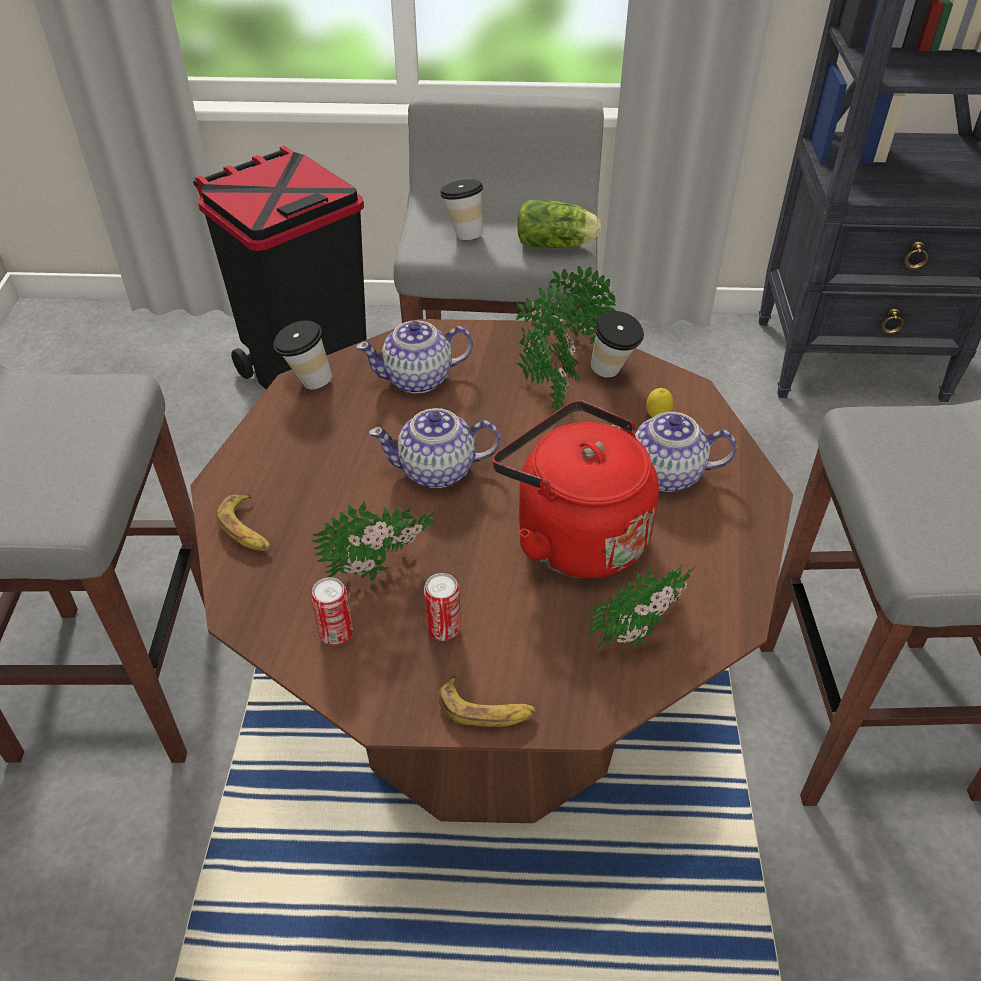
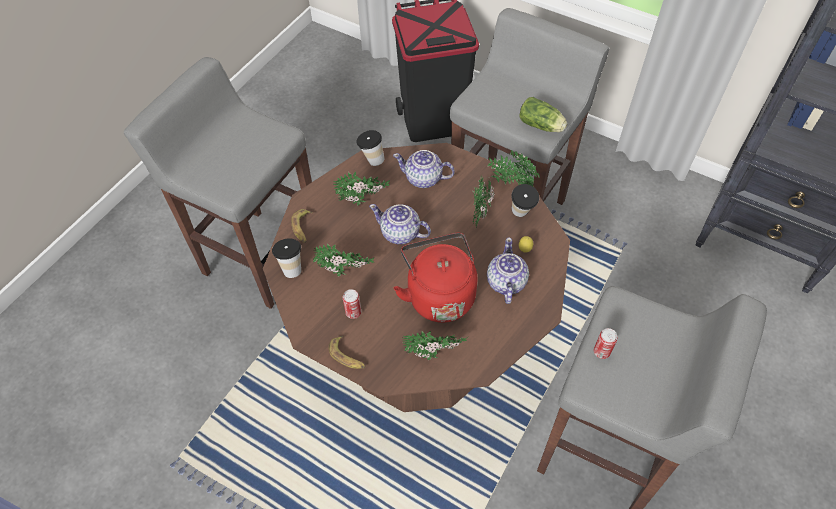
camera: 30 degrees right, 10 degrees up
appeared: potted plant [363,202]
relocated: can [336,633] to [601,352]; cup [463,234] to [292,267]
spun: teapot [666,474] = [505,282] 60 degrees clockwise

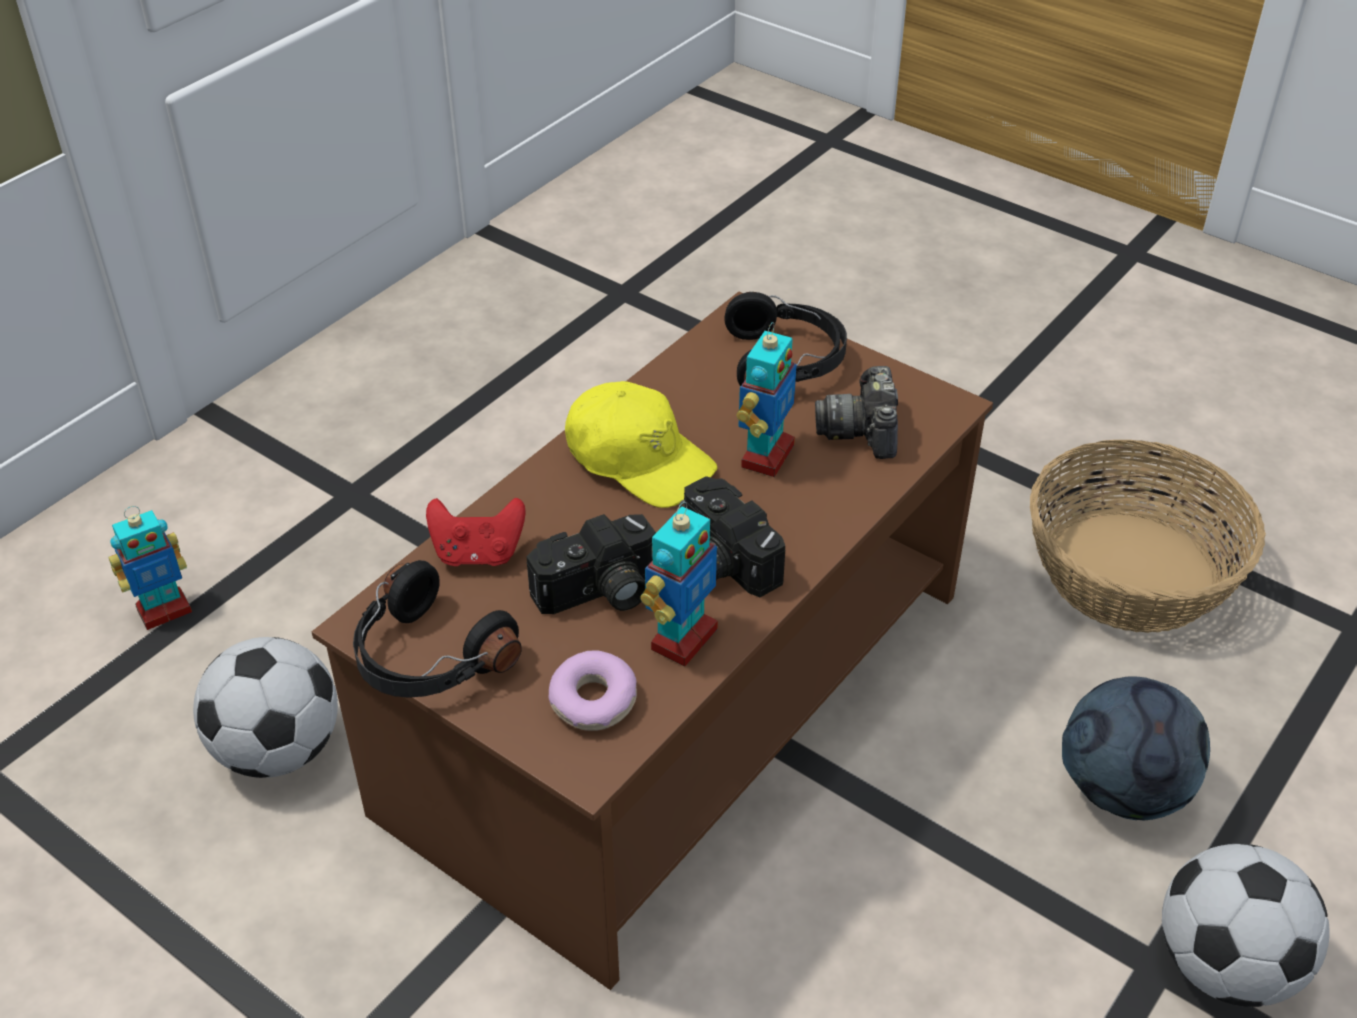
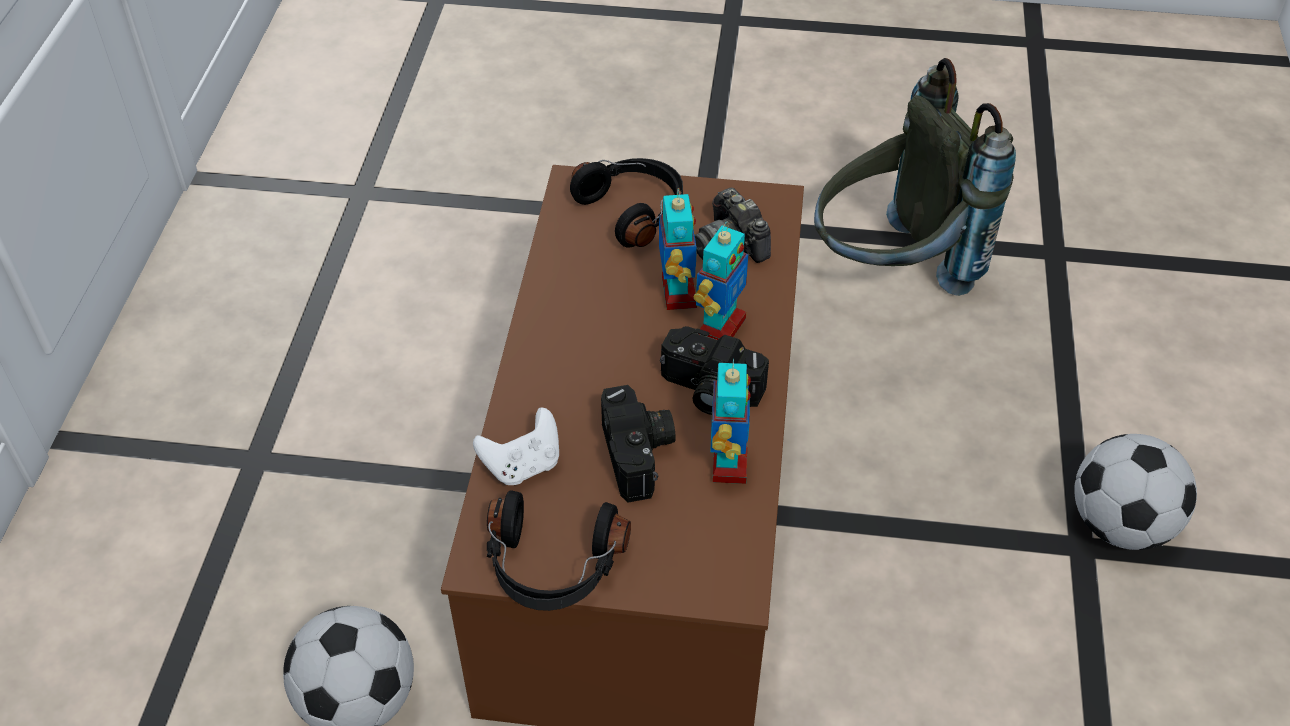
camera: 30 degrees left, 5 degrees up
missing: donut [593,701]; cap in yellow [639,460]; football [1122,791]
relocated: toy robot [164,610] to [720,327]
exchanged: basket [1131,572] to backpack in grey [890,272]
colour: game controller in red [478,554] to game controller in white [523,465]
spun: photo camera [599,593] = [640,455] 45 degrees counterclockwise

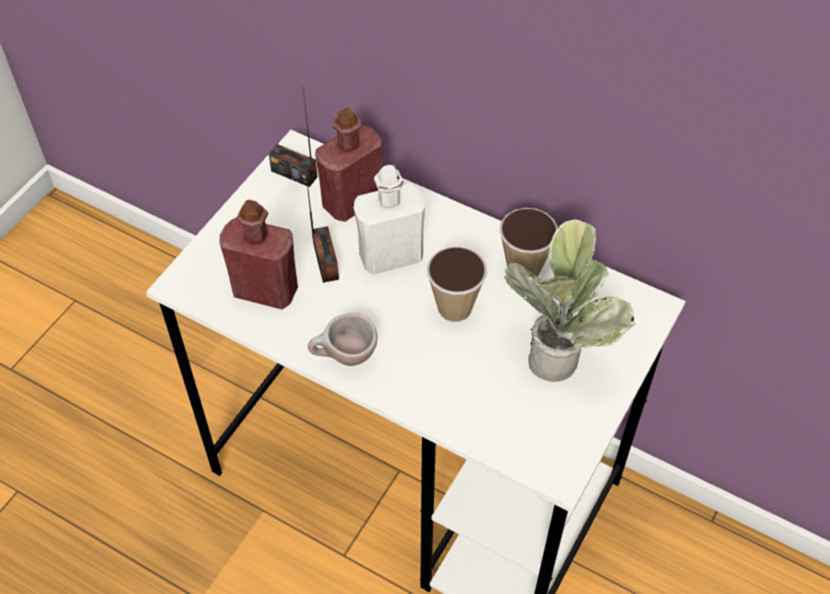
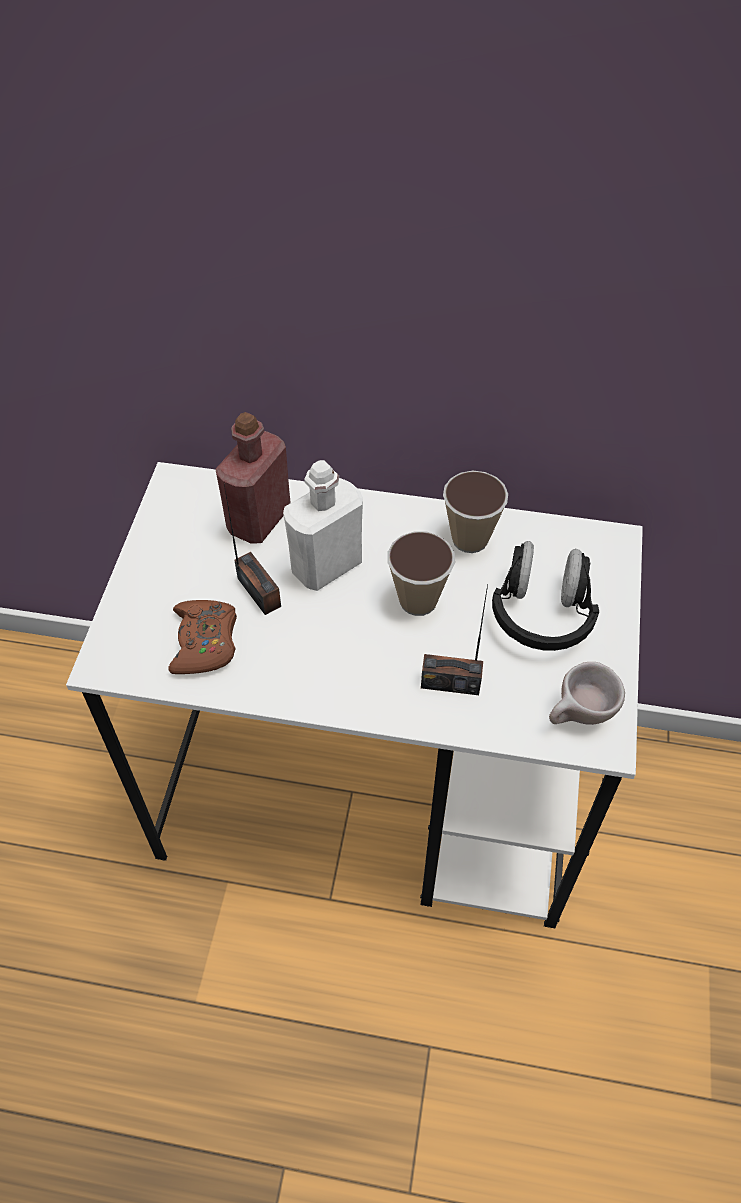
camera: 20 degrees left, 0 degrees up
relocated: radio [294,173] to [450,682]; cup in beige [344,358] to [578,717]
exchanged: bottle in red [265,290] to game controller in brown [204,642]; potted plant [556,350] to headphones in black [542,614]

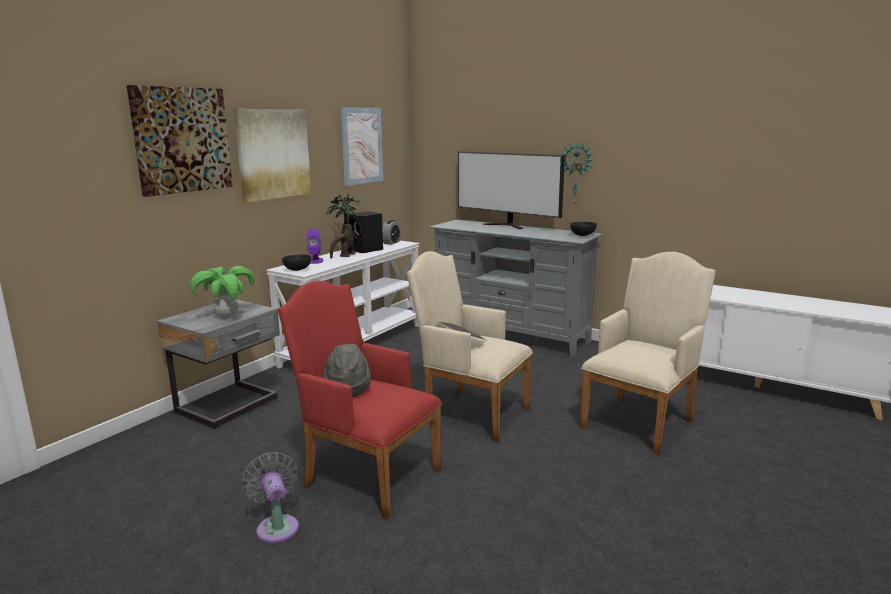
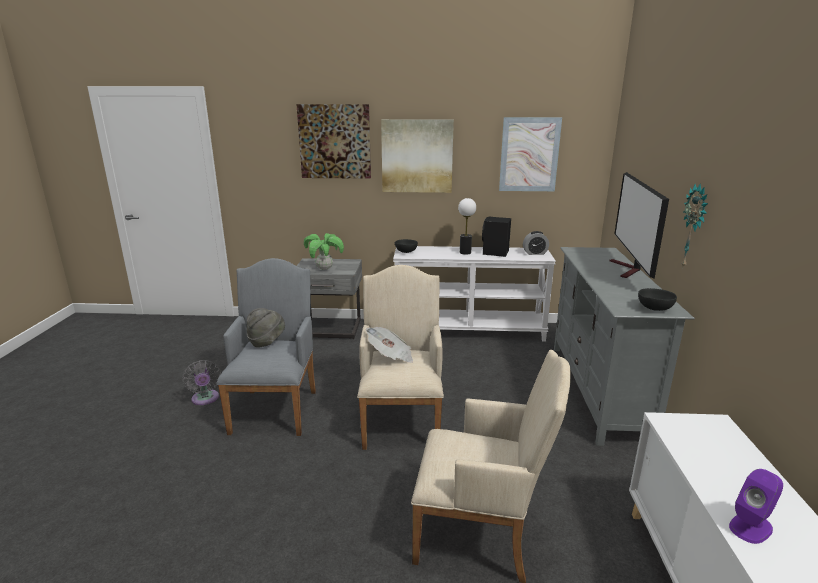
camera: 60 degrees right, 5 degrees up
relocated: speaker in purple [315,261] to [751,527]
exchanged: potted plant [345,256] to table lamp [465,252]
colour: armchair in red [366,475] to armchair in grey [276,407]
spun: fan in grey [277,526] = [205,399] 120 degrees clockwise

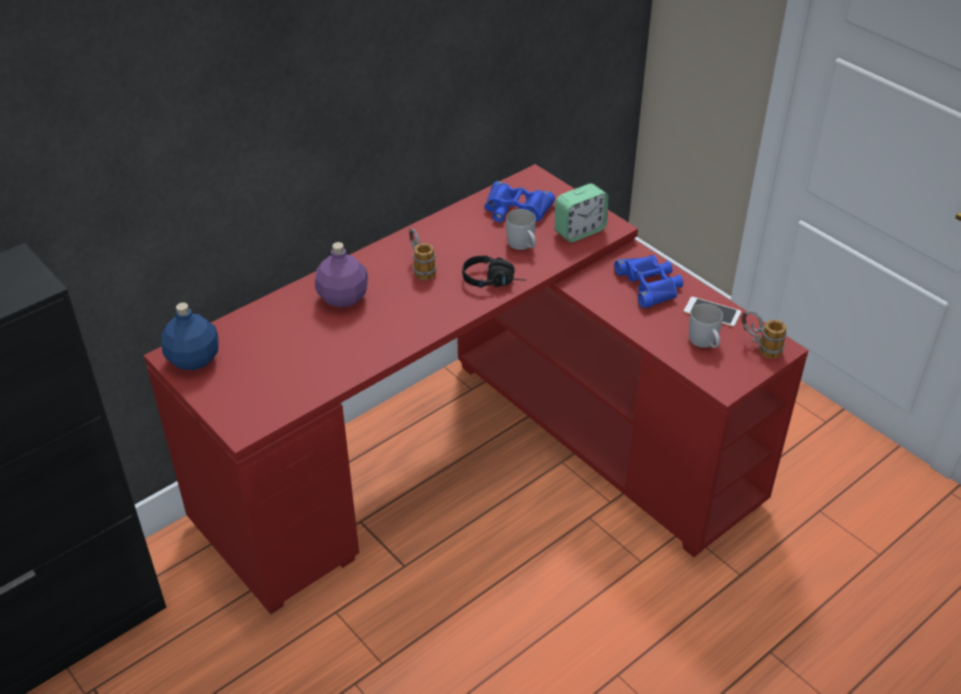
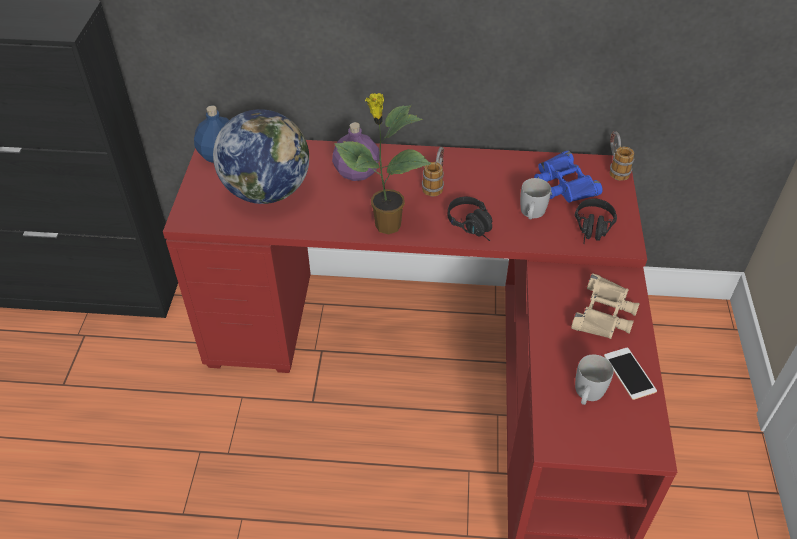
camera: 45 degrees right, 5 degrees up
appeared: globe [267,191]; potted plant [386,225]
relocated: mug [759,347] to [615,168]
exchanged: alarm clock [579,231] to headphones in black [593,231]
colour: binoculars in blue [650,285] to binoculars in beige [605,314]

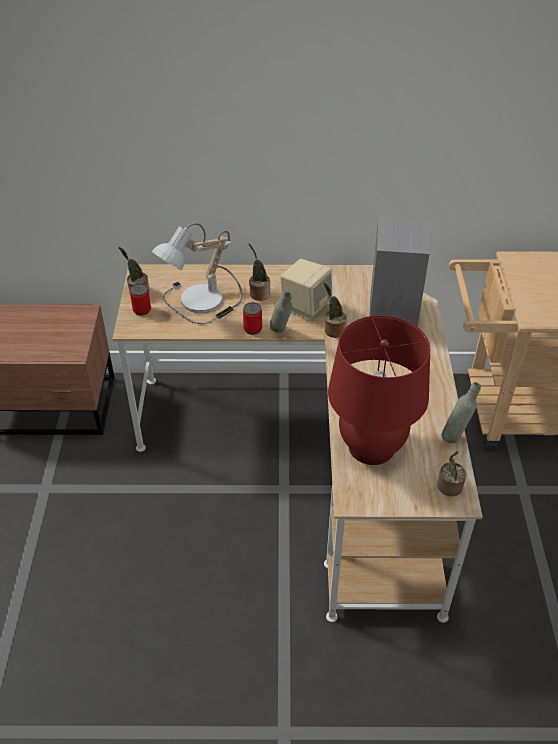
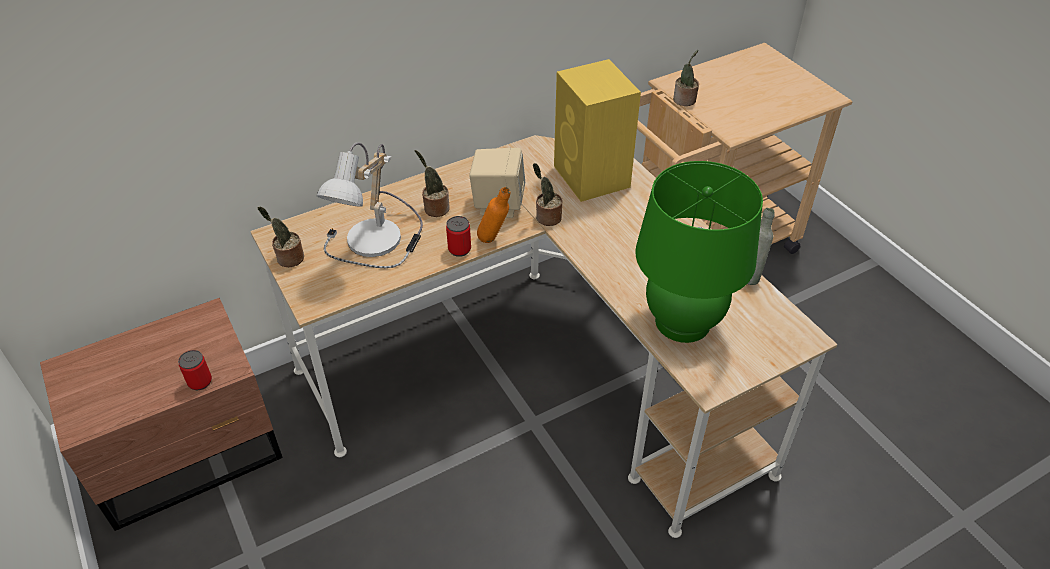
camera: 30 degrees left, 0 degrees up
relocated: can [142,310] to [200,382]; potted plant [449,487] to [685,101]
colour: bottle in grey [281,333] to bottle in orange [494,242]; table lamp in red [371,446] to table lamp in green [682,322]; speaker in grey [393,313] to speaker in yellow [592,177]

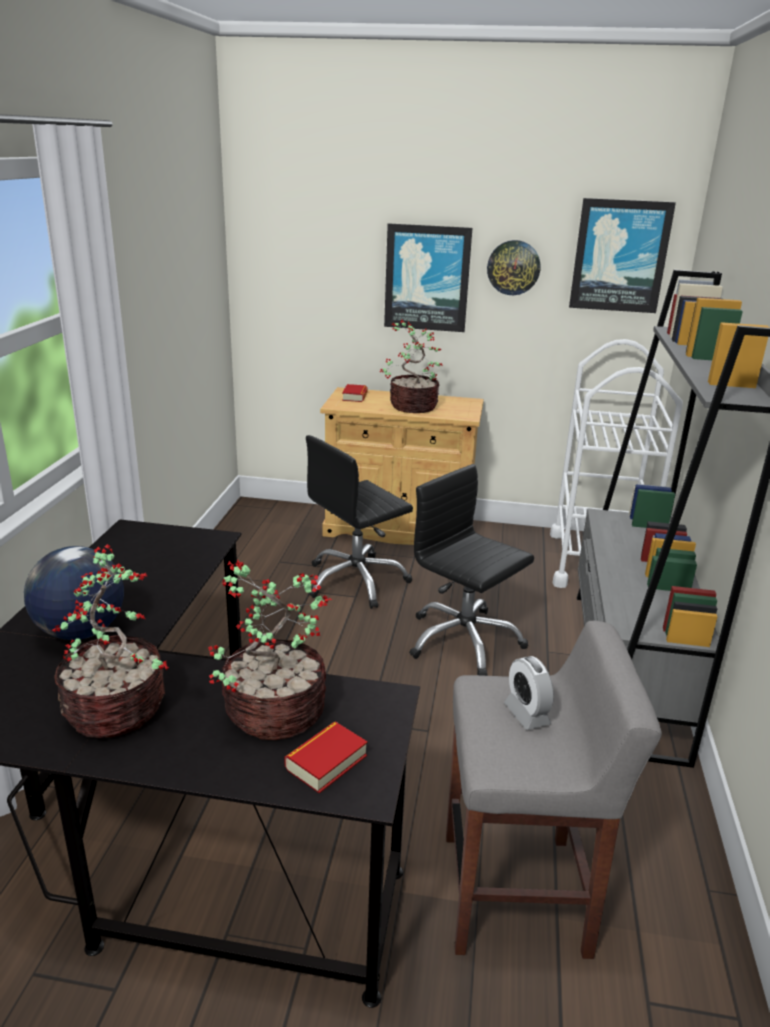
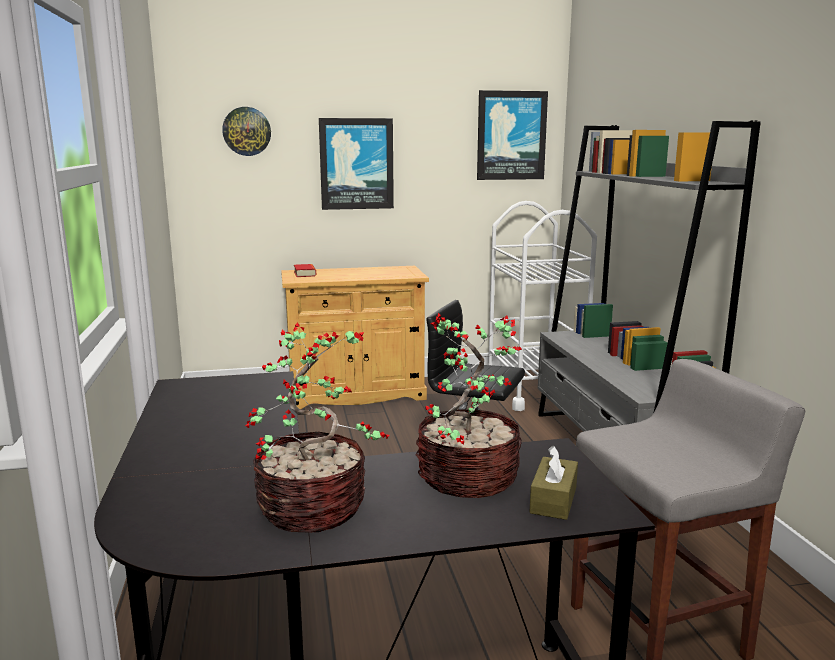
camera: 20 degrees left, 10 degrees down
missing: globe [80,631]; office chair in black [356,581]; potted plant [411,406]; alarm clock [526,714]
relocated: wall clock [513,267] to [247,131]
exchanged: book [326,762] to tissue box in brown [553,500]

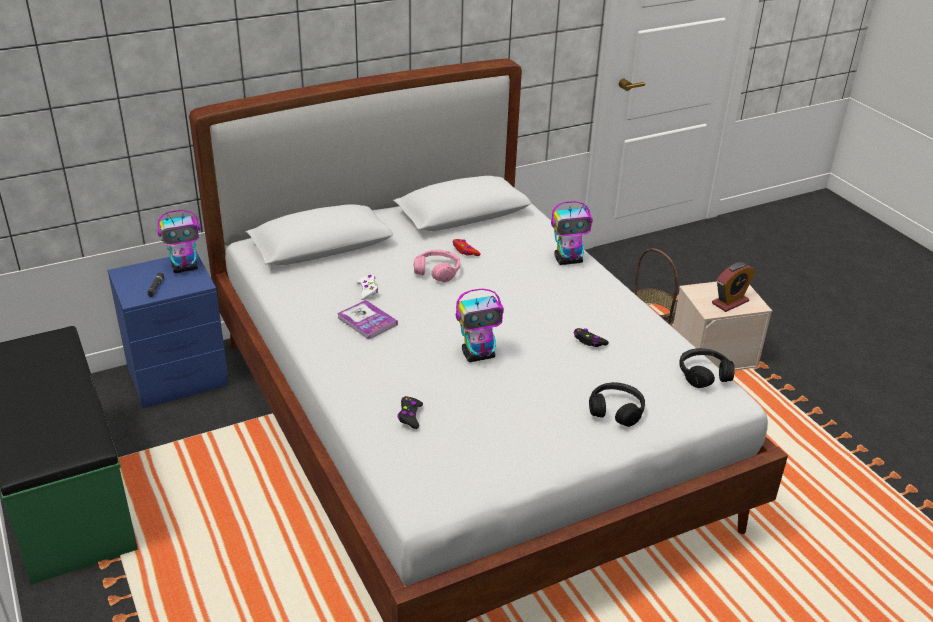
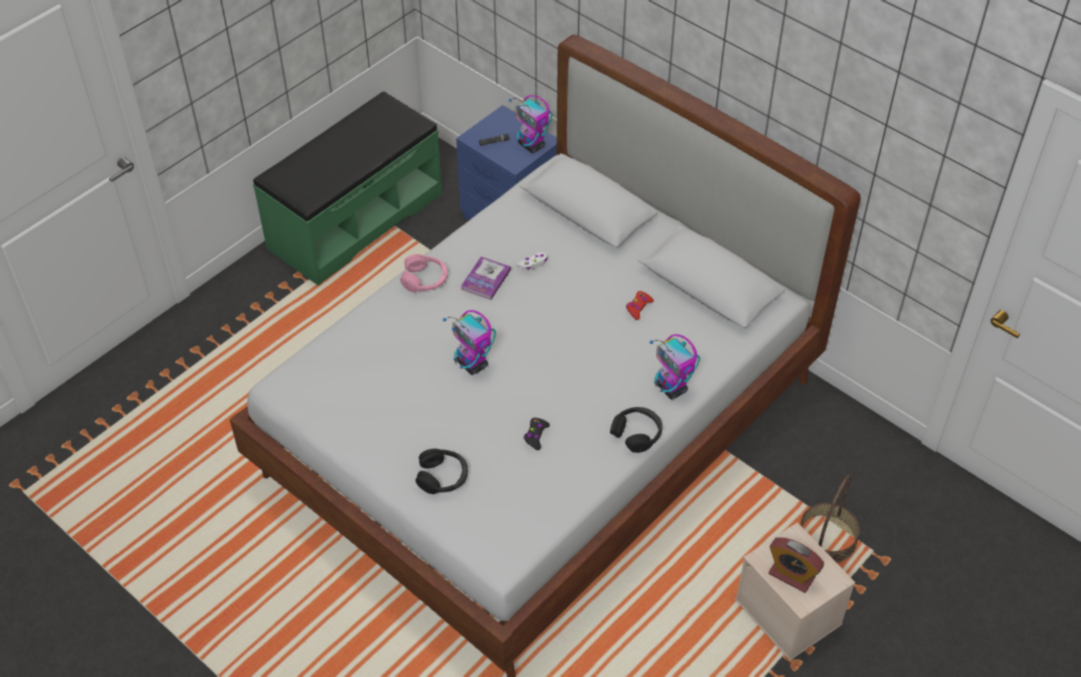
camera: 70 degrees right, 15 degrees up
missing: game controller in black [410,416]
relocated: headphones in pink [437,271] to [425,279]; headphones in black [703,374] to [637,433]

